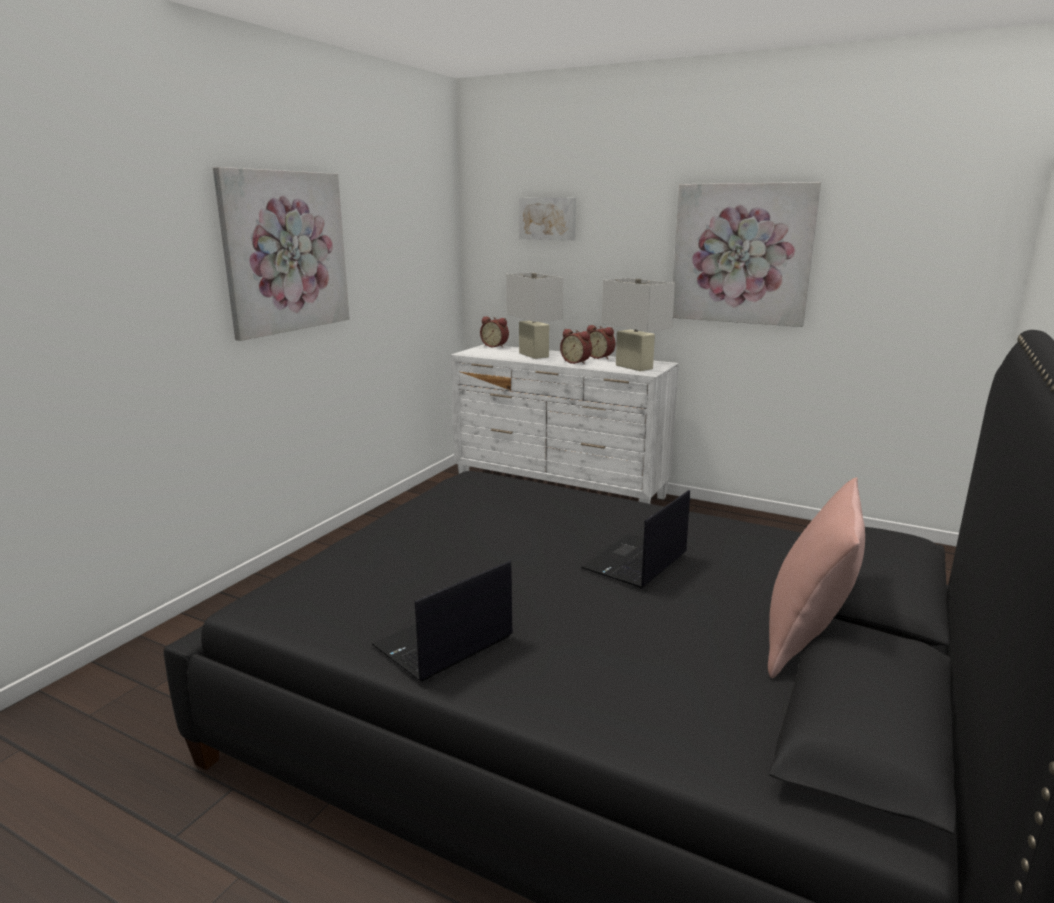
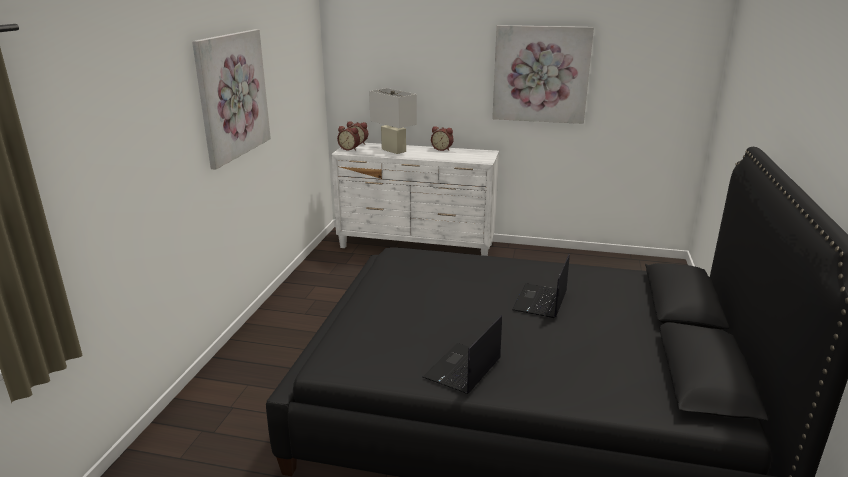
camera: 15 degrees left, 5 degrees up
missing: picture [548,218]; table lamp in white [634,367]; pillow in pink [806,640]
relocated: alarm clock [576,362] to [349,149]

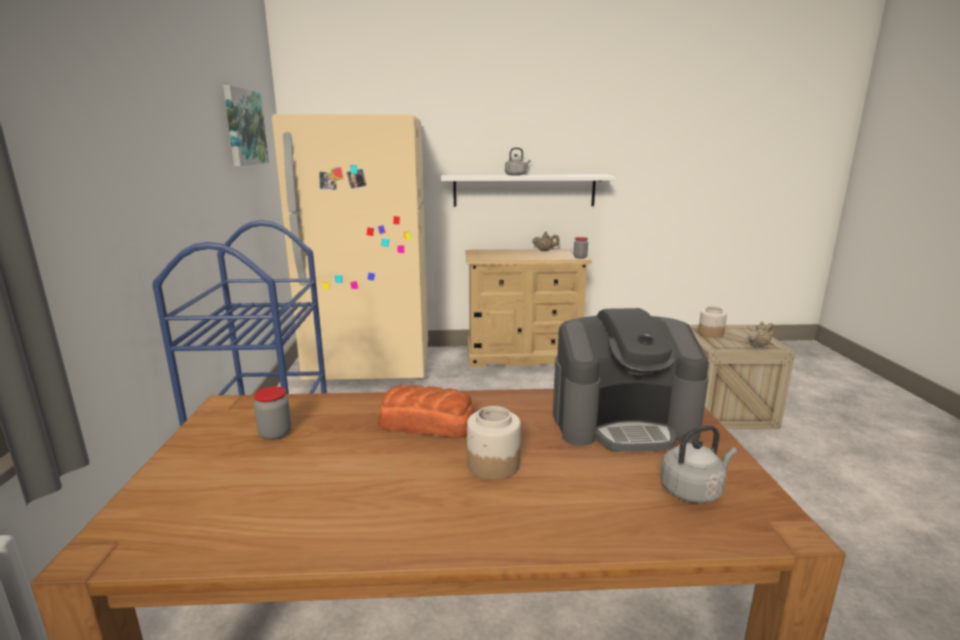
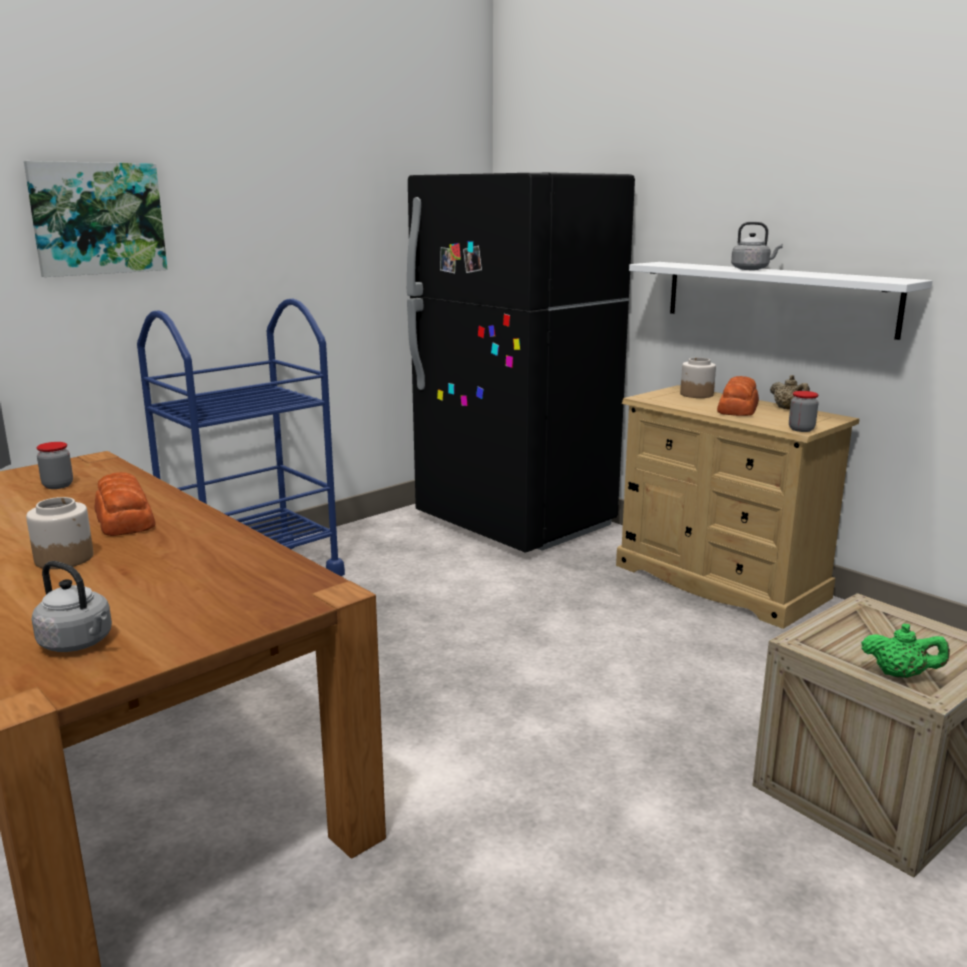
camera: 50 degrees right, 0 degrees up
missing: coffee machine [623,422]
appeared: bread [738,408]
relocated: picture [244,127] to [97,218]; jar [710,333] to [696,394]
colour: fridge in beige [370,366] to fridge in black [515,522]; teapot in beige [758,345] to teapot in green [900,674]

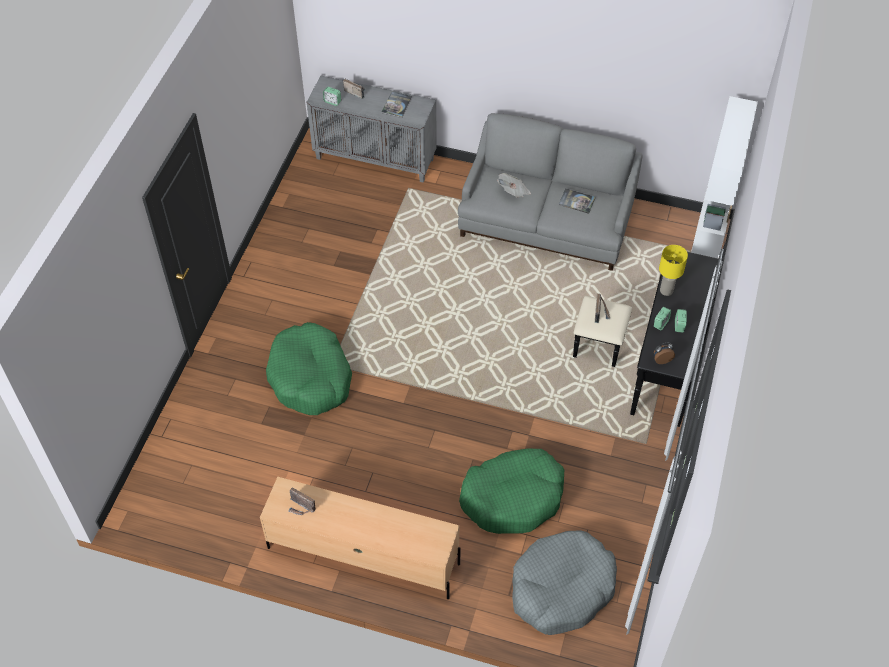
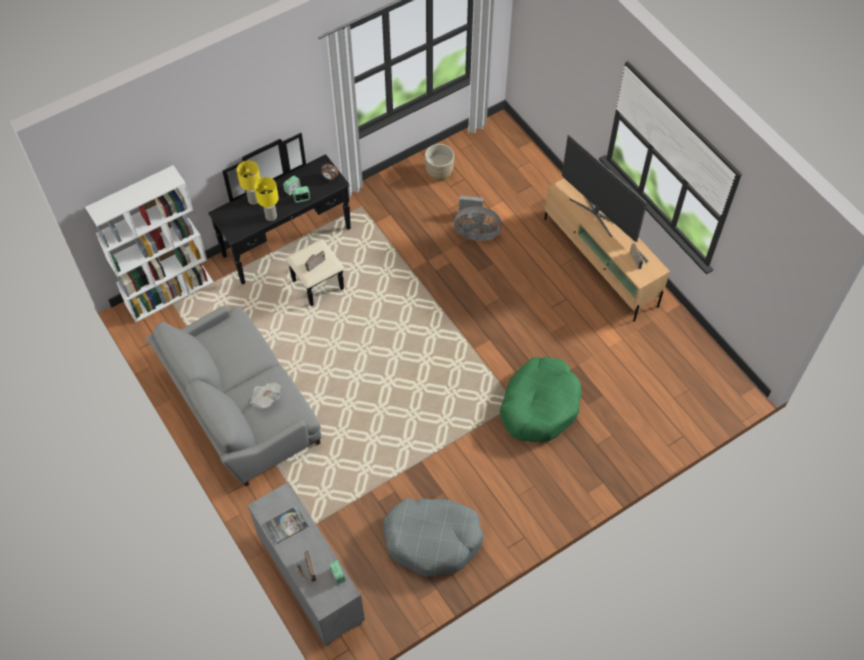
camera: 140 degrees left, 5 degrees up
missing: book [577,201]
appeared: table lamp in yellow [254,200]; planter in beige [439,172]; television [597,212]
relocated: dog bed in grey [561,588] to [432,539]
exchanged: dog bed in green [513,497] to fan in grey [476,232]

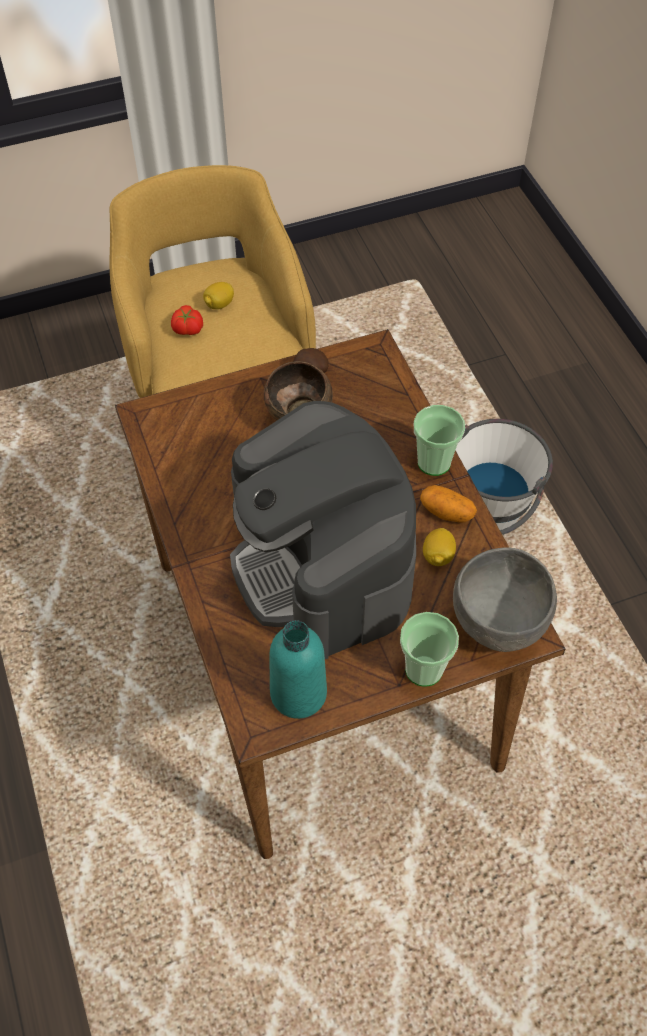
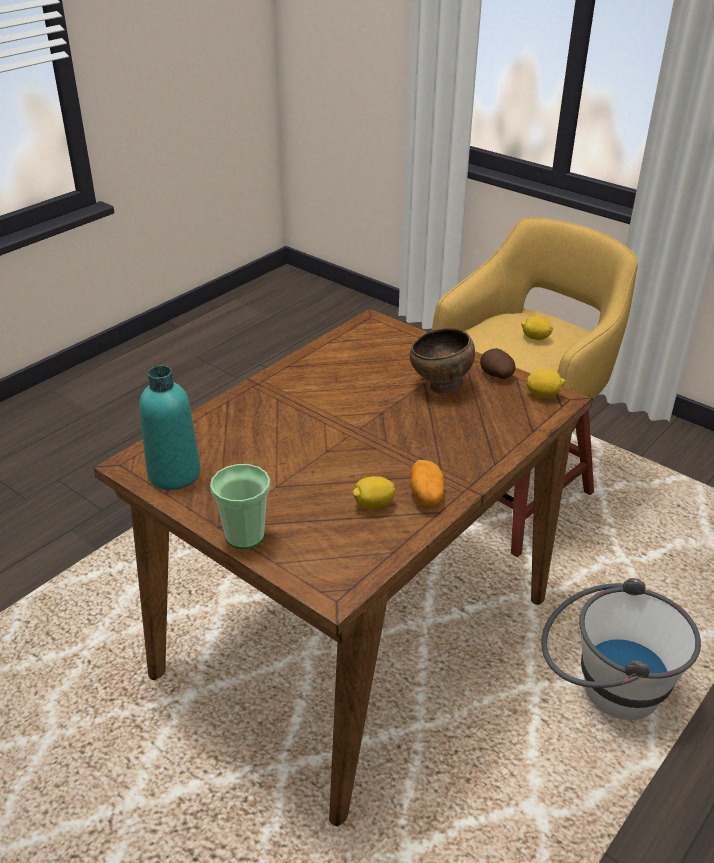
camera: 60 degrees right, 20 degrees down
missing: tomato [187,329]; coffee machine [322,566]; cup [434,462]; bowl in grey [497,622]
appeared: lemon [543,395]

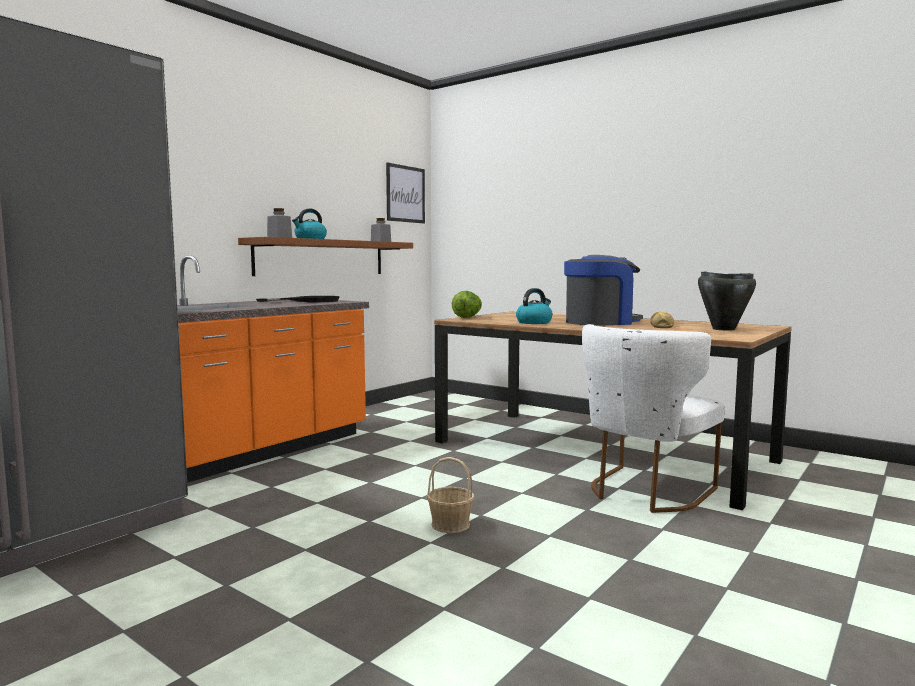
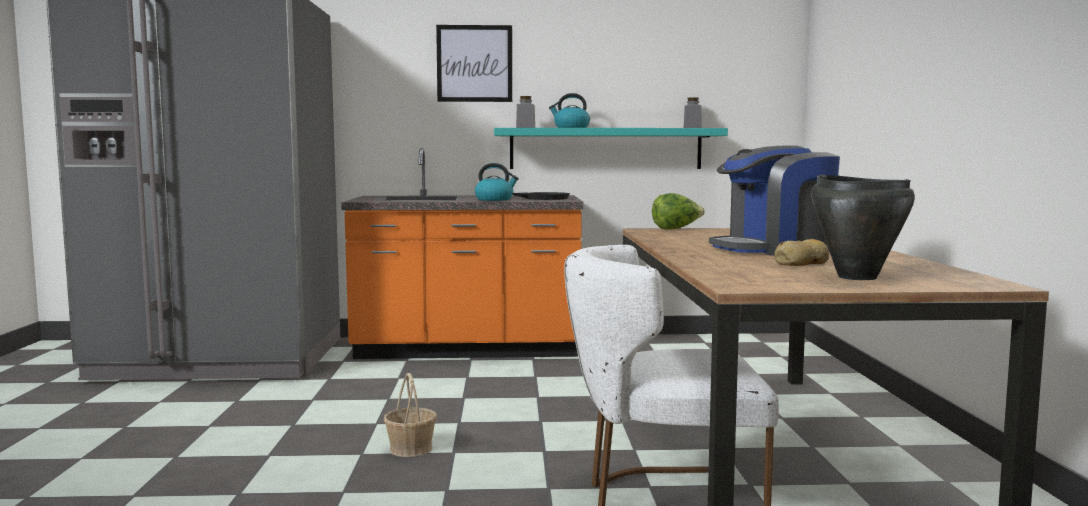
camera: 50 degrees right, 0 degrees up
relocated: picture [405,194] to [474,63]; kettle [534,322] to [495,199]
colour: shelf in brown [322,258] to shelf in turquoise [605,149]
spun: coffee machine [600,322] = [773,249] 135 degrees clockwise

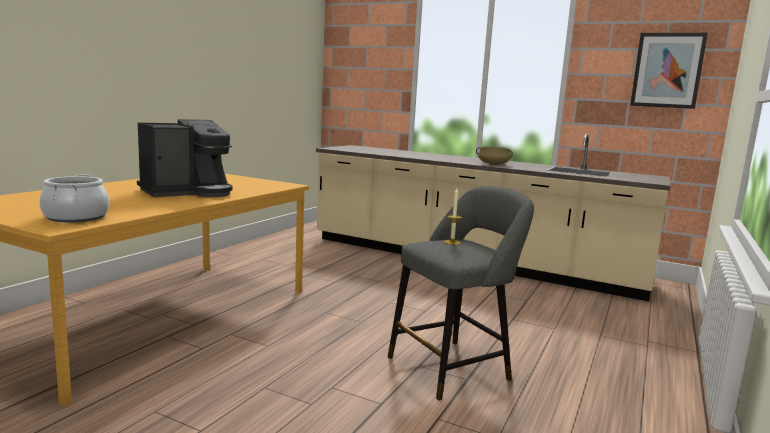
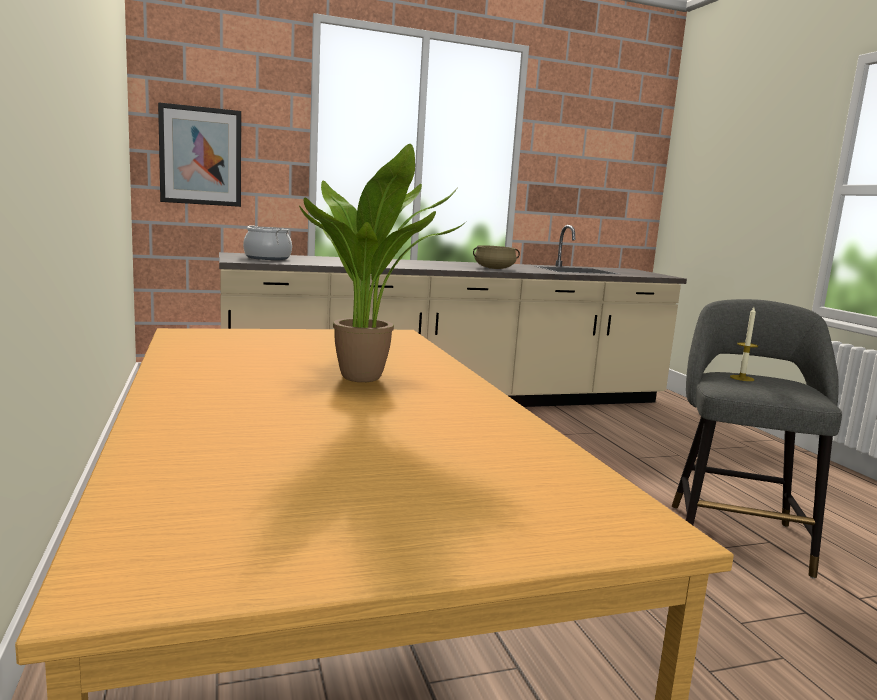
camera: 45 degrees left, 0 degrees up
relocated: cooking pot [76,217] to [267,258]; picture [667,70] to [201,156]
exchanged: coffee machine [188,192] to potted plant [369,378]

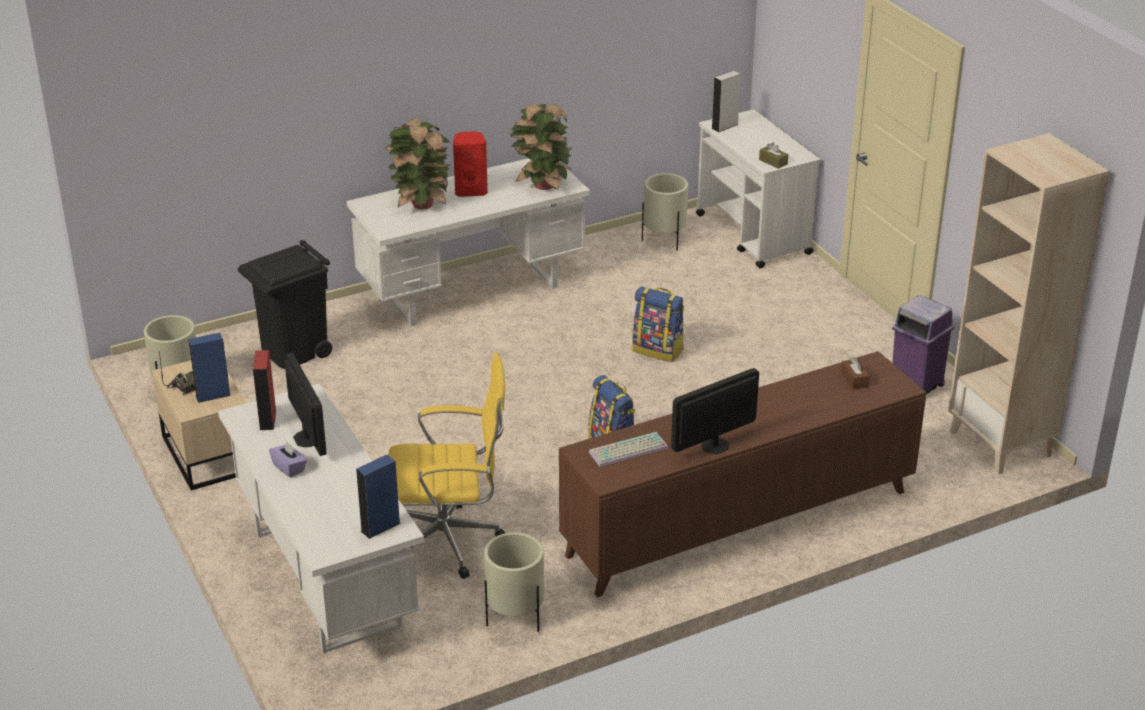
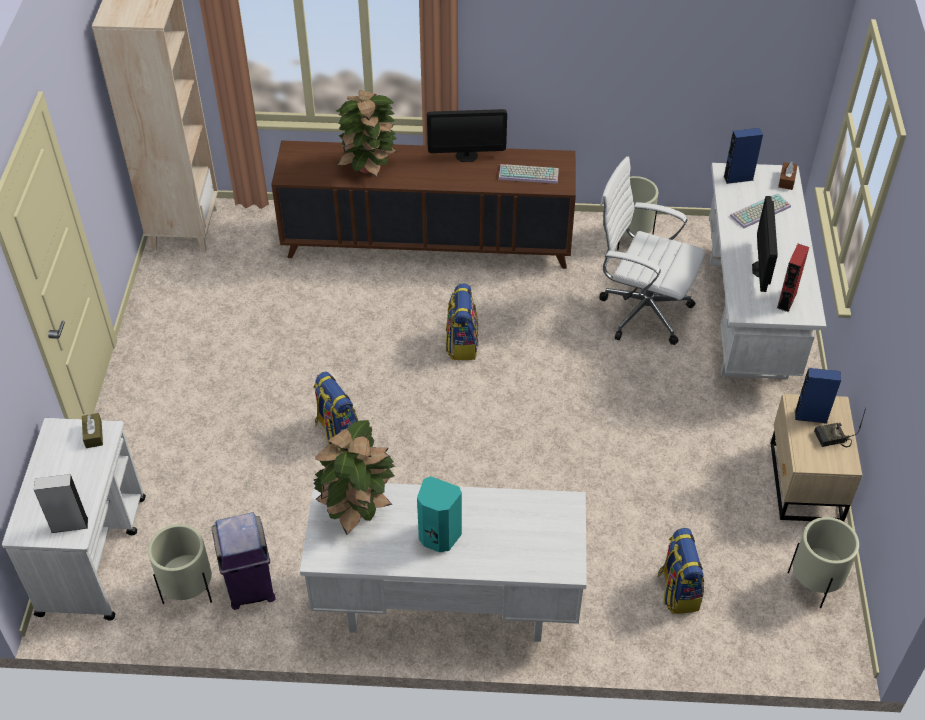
camera: 150 degrees left, 15 degrees up
missing: tissue box in purple [289,468]
appeared: keyboard [760,212]
relocated: potted plant [420,203] to [368,168]; tissue box in brown [854,379] to [786,180]; trash can in purple [916,384] to [250,588]
exchanged: trash can in black [294,351] to backpack [678,591]
colour: office chair in yellow [451,542] to office chair in white [640,311]; speaker in red [471,191] to speaker in turquoise [438,537]

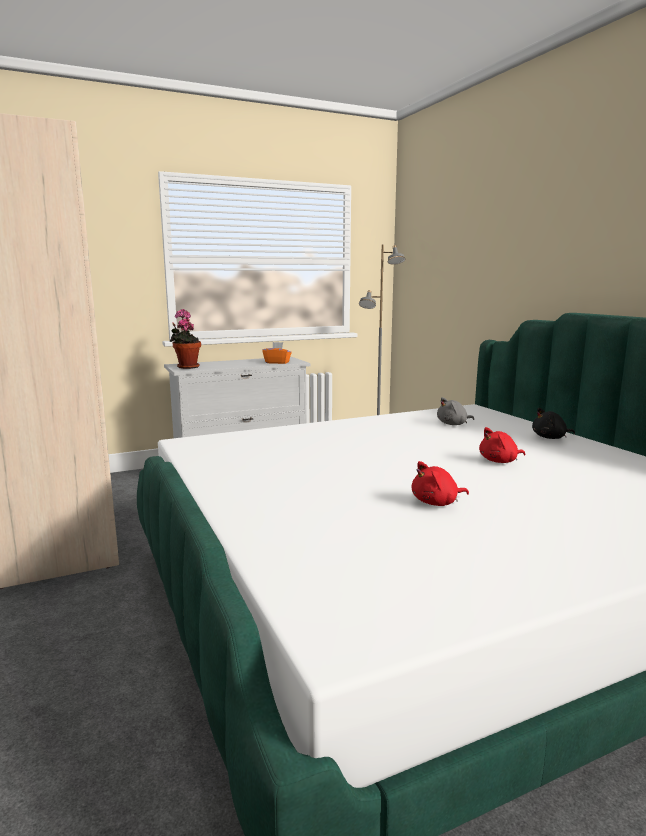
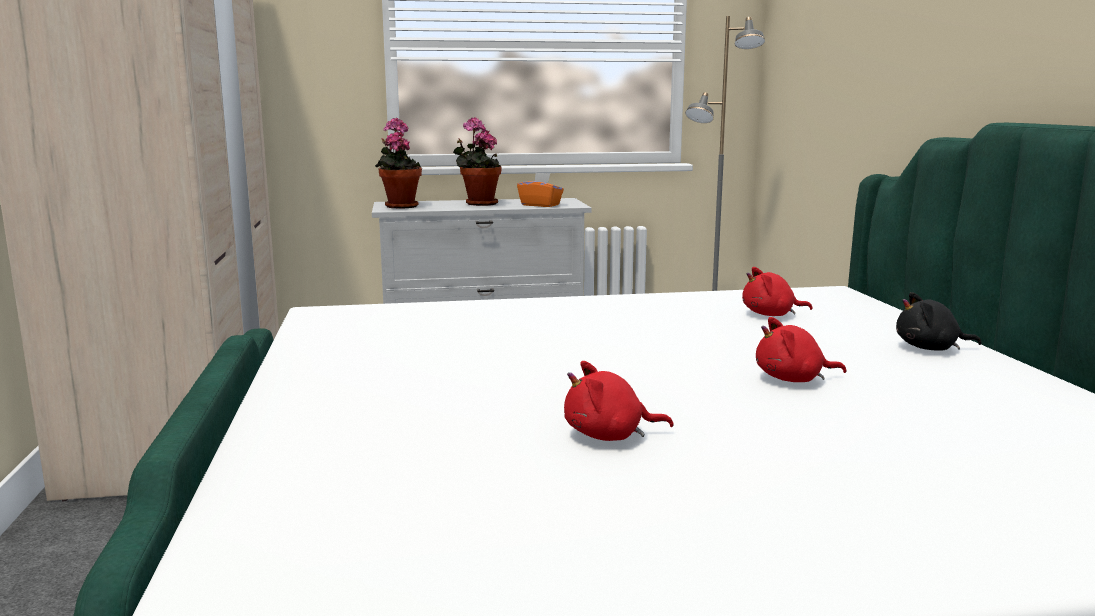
camera: 15 degrees right, 0 degrees up
appeared: potted plant [478,204]
colour: plush toy in grey [453,424] to plush toy in red [771,315]

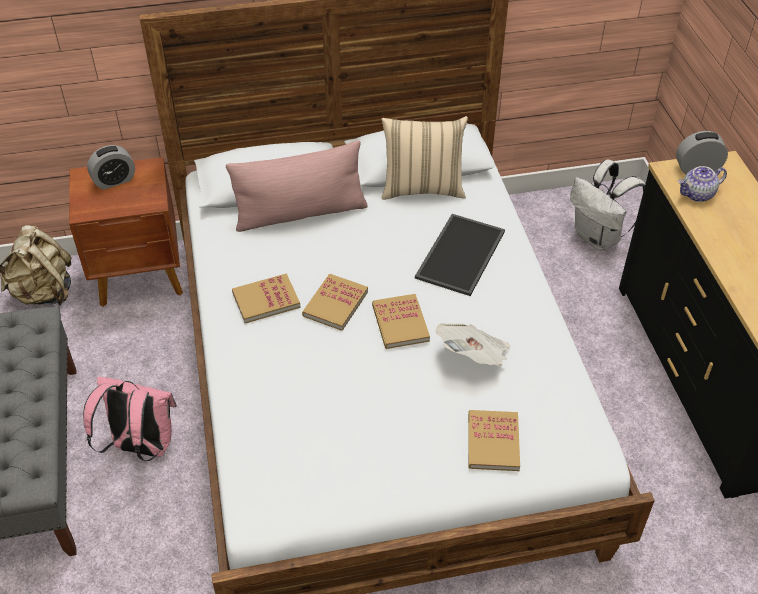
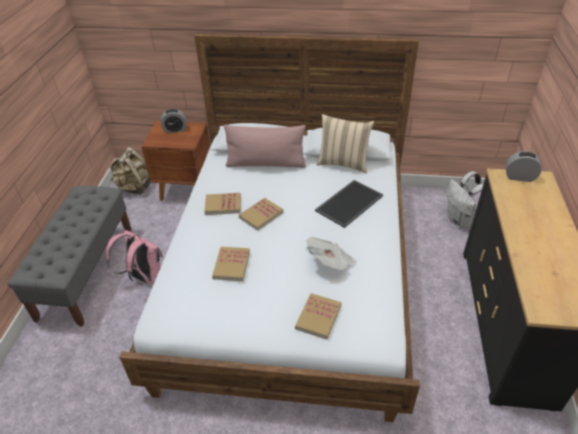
camera: 20 degrees right, 5 degrees down
missing: teapot [697,194]
relocated: book [400,323] to [231,265]

